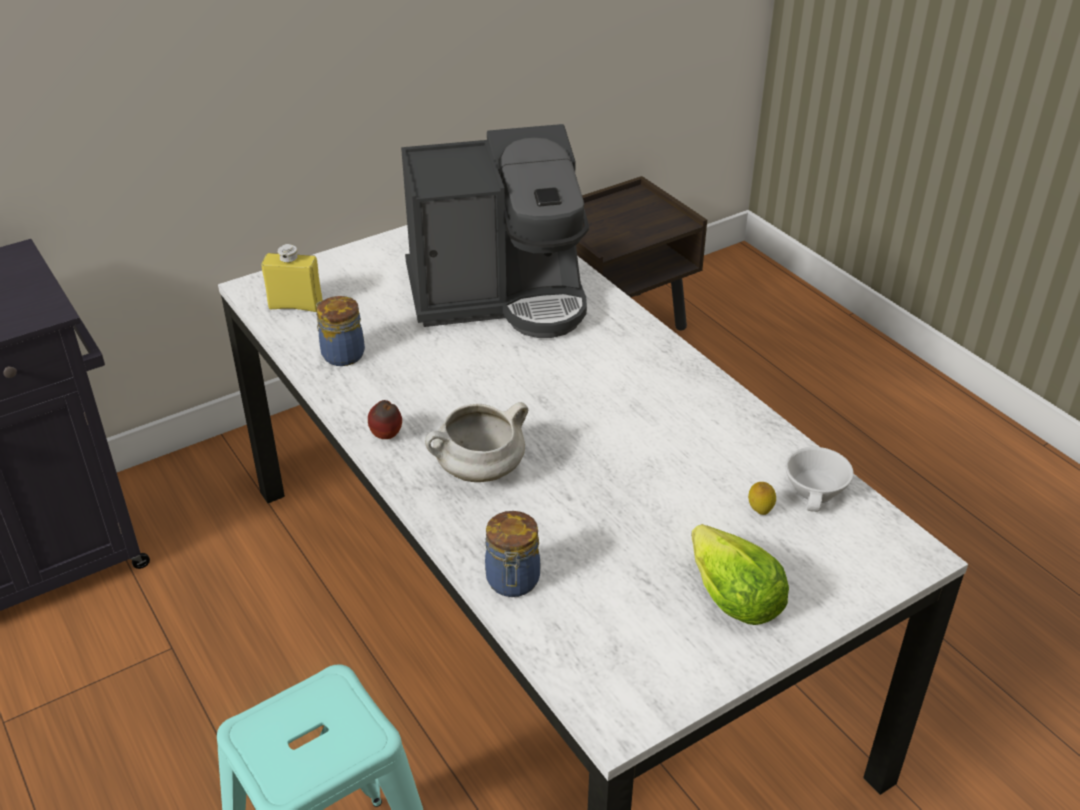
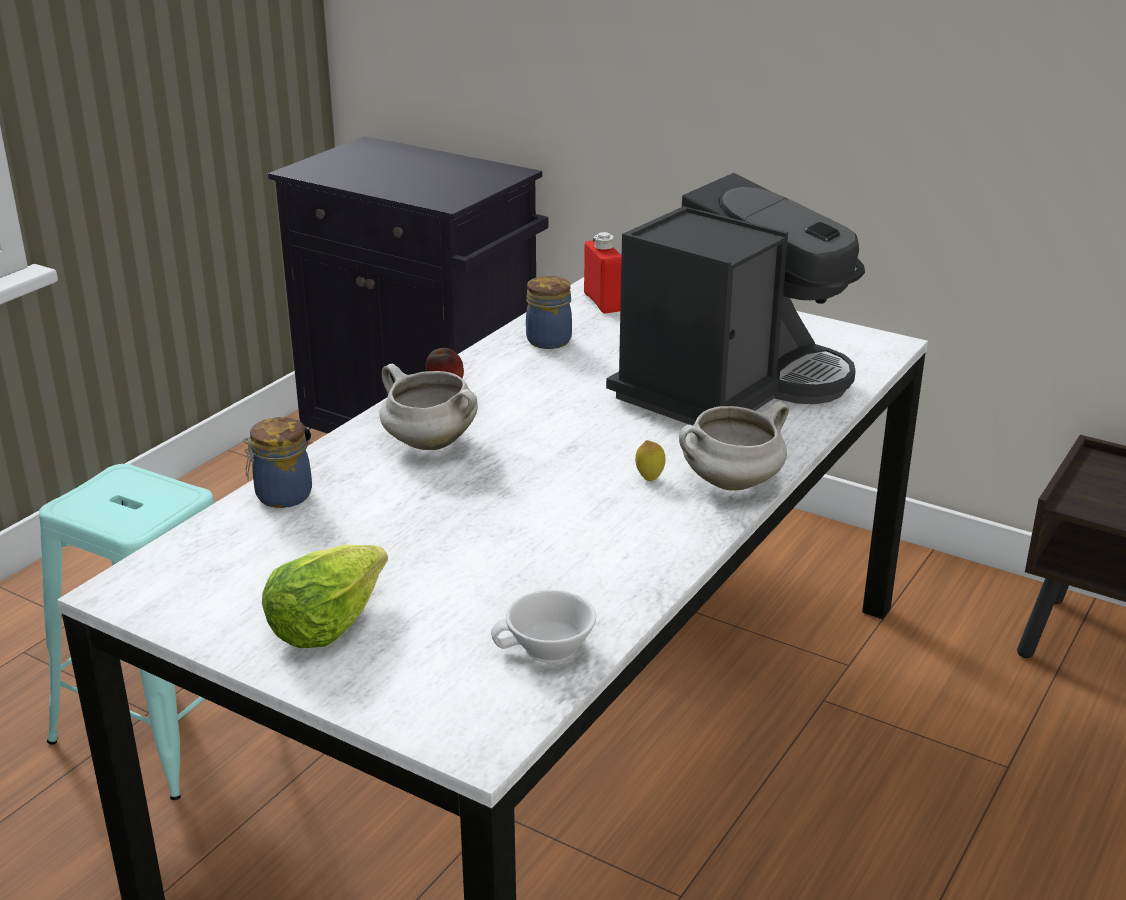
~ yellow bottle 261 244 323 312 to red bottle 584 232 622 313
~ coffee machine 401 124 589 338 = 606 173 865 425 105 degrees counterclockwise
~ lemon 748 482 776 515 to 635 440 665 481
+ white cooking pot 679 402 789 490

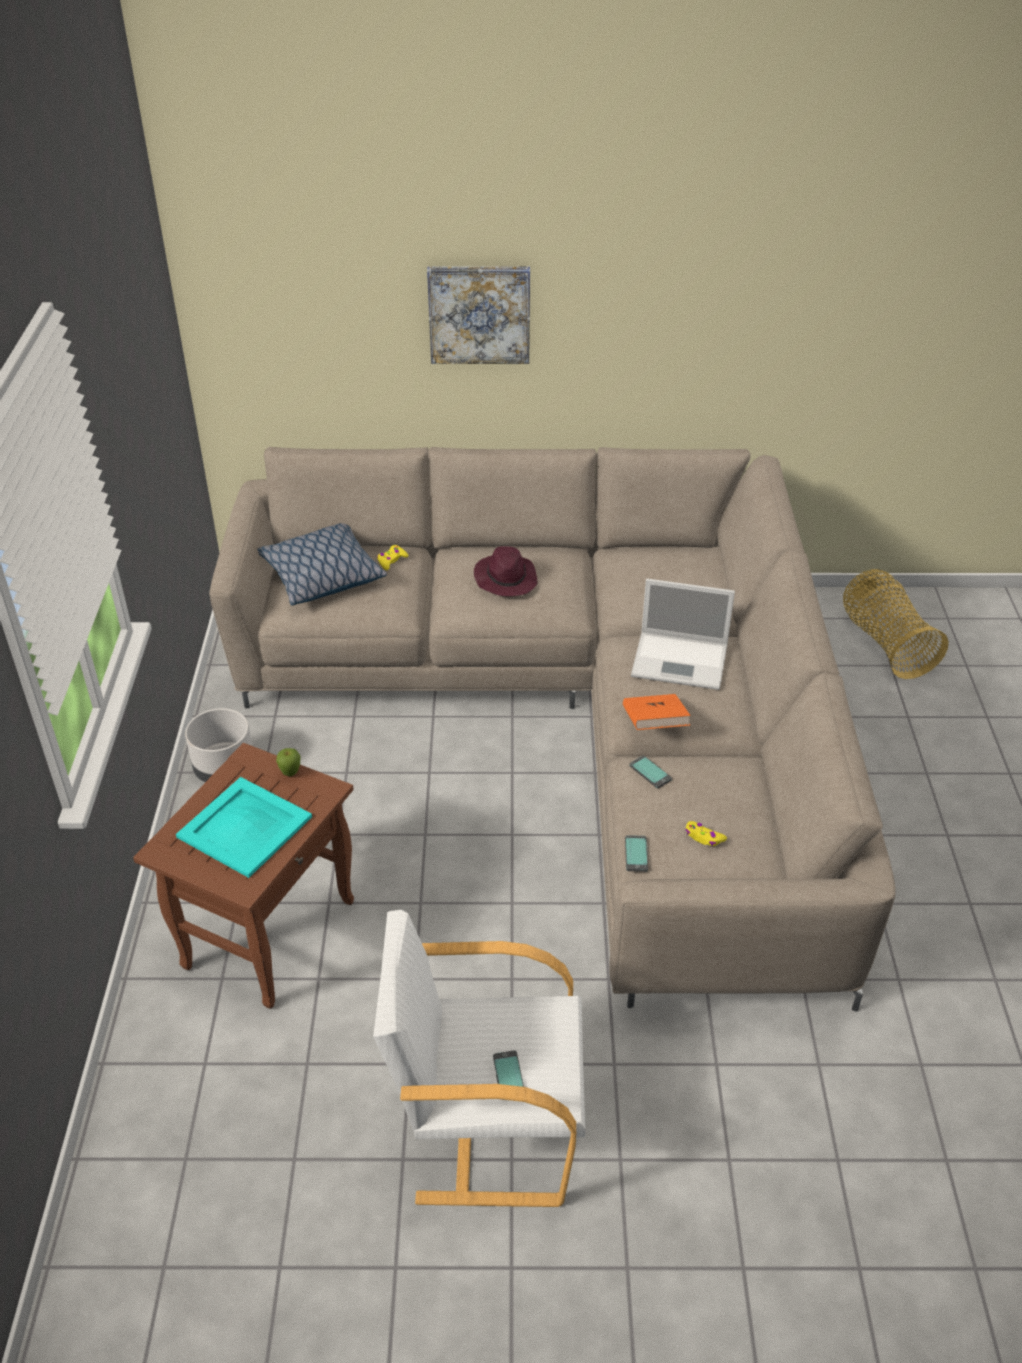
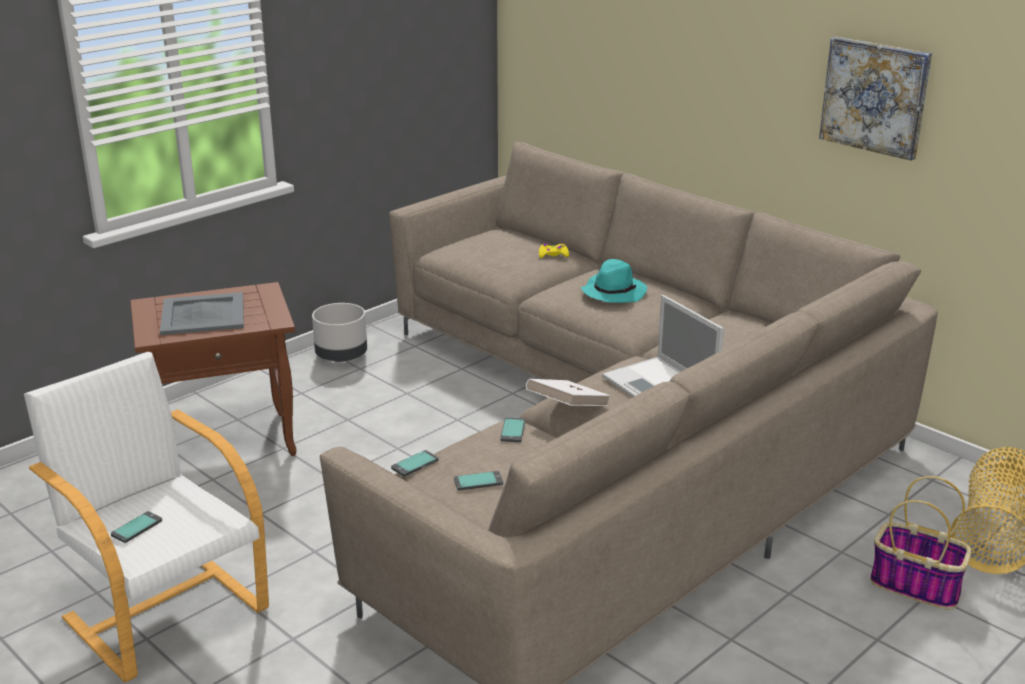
~ turquoise tray 176 777 312 878 to grey tray 160 292 244 335
~ yellow game controller 686 821 727 846 to phone 454 471 503 491
~ orange book 623 694 691 730 to white book 526 379 611 406
~ purple hat 474 546 538 597 to turquoise hat 581 259 647 303
~ picture 427 266 530 364 to 819 37 932 161
+ basket 870 476 971 610
- pillow 258 523 387 606
- apple 276 748 300 776

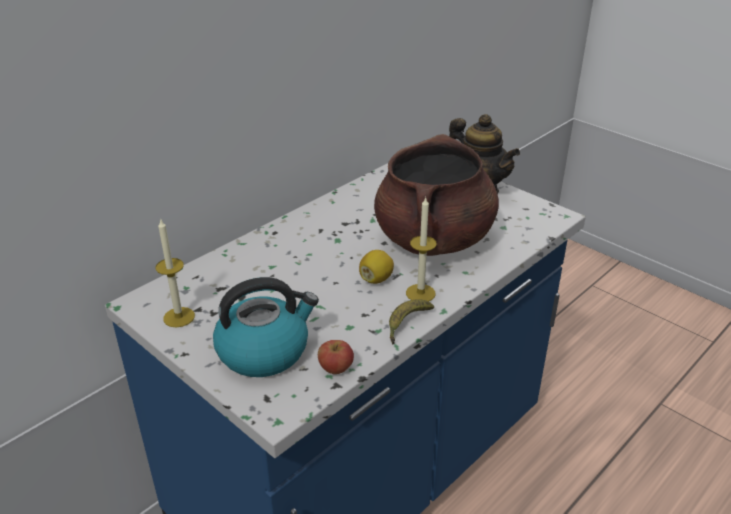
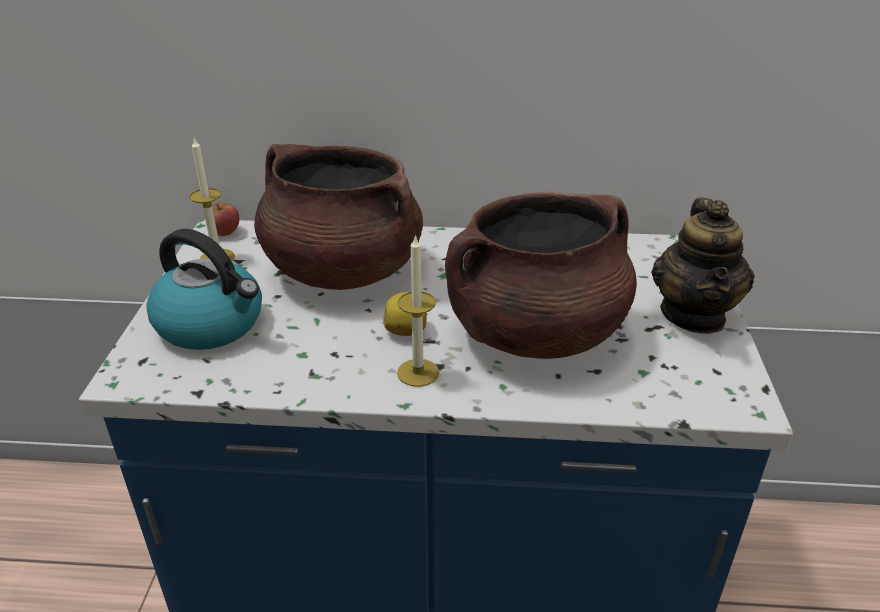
~ apple 318 340 354 374 to 212 203 239 236
+ brown cooking pot 254 144 423 290
- banana 389 299 434 344

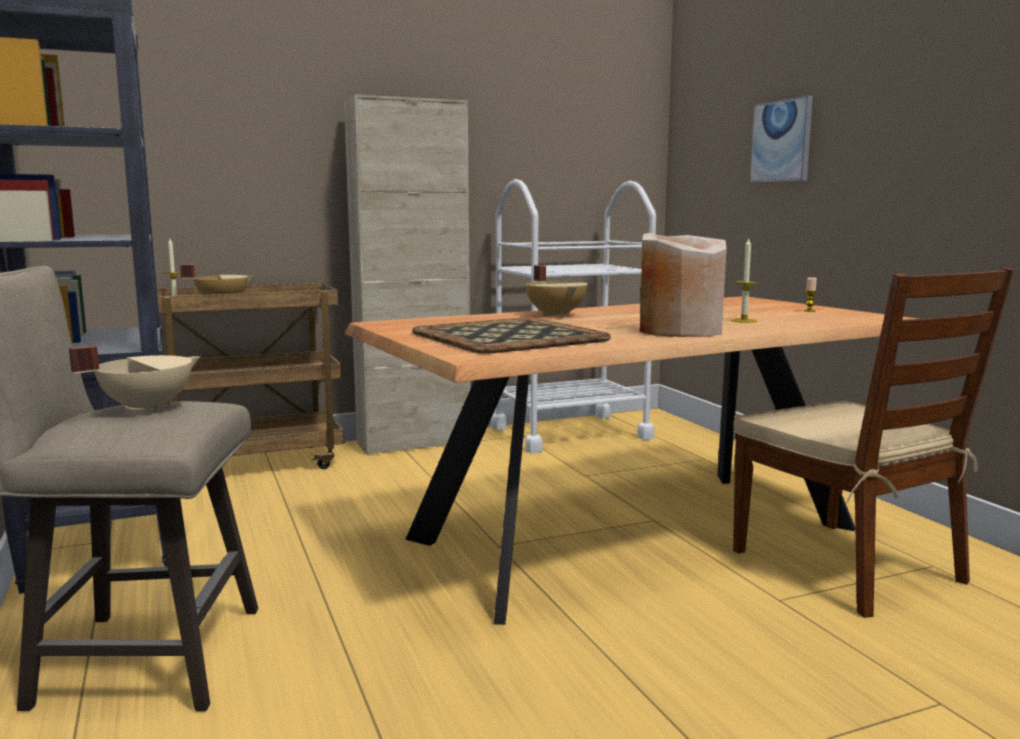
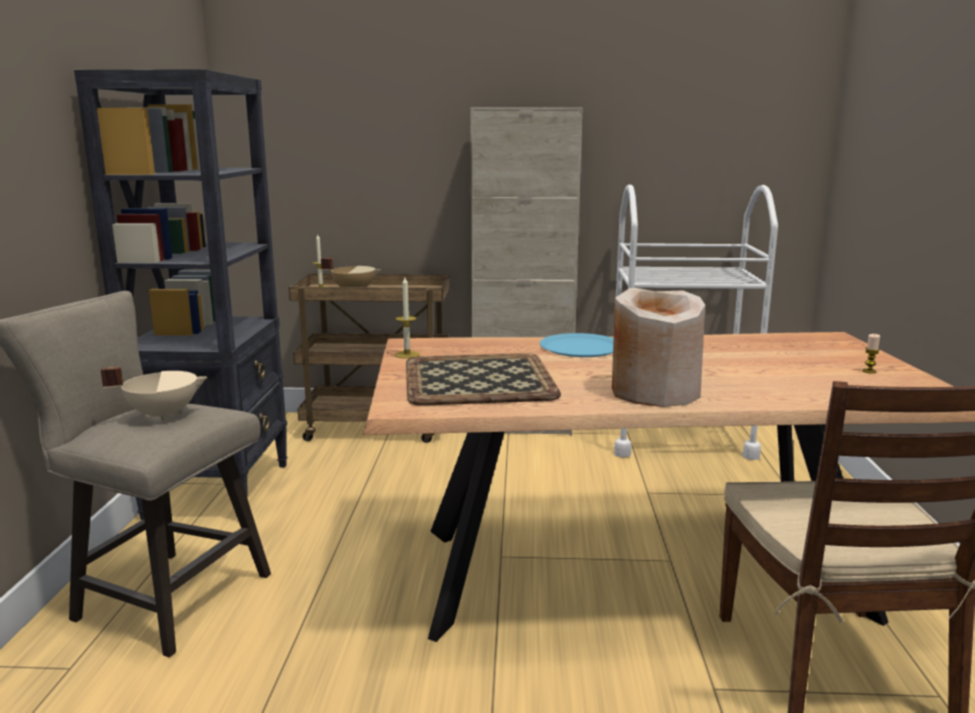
~ candle 731 239 757 323 to 395 277 420 358
~ beige cooking pot 525 265 588 317 to blue plate 539 333 614 357
- picture 750 96 813 183

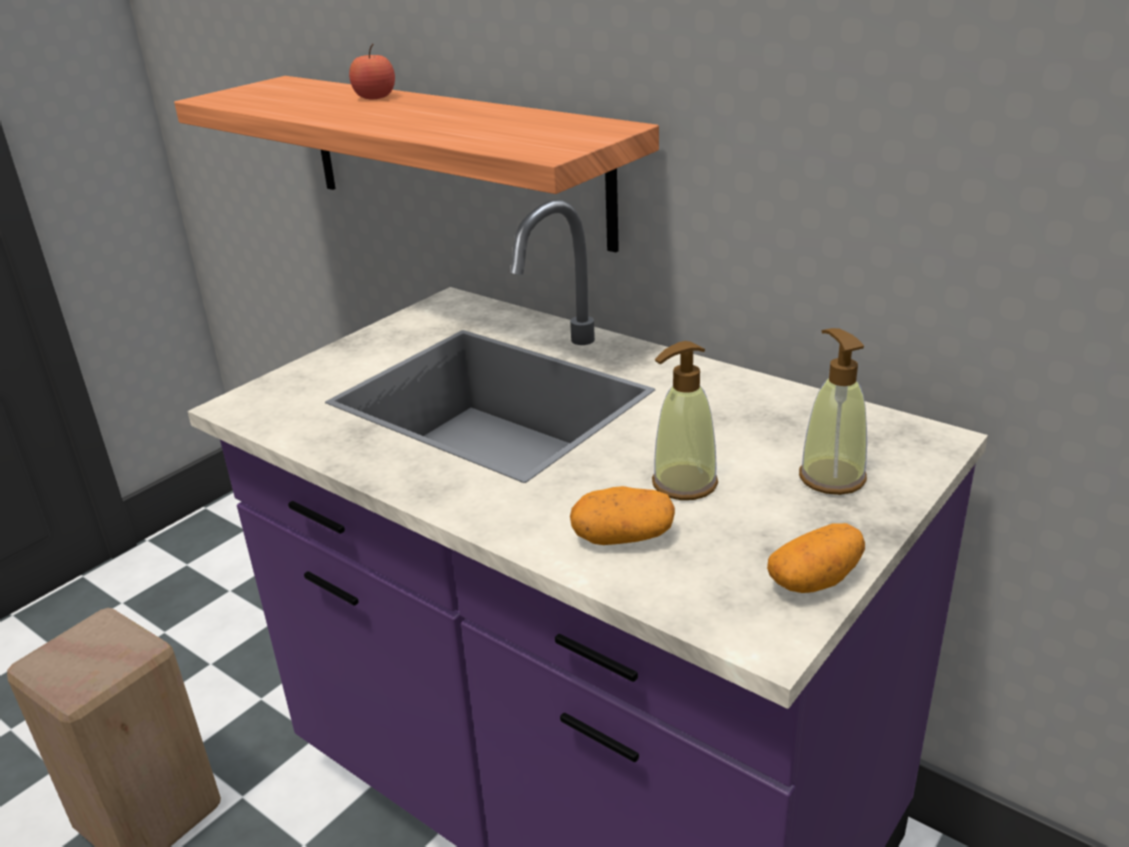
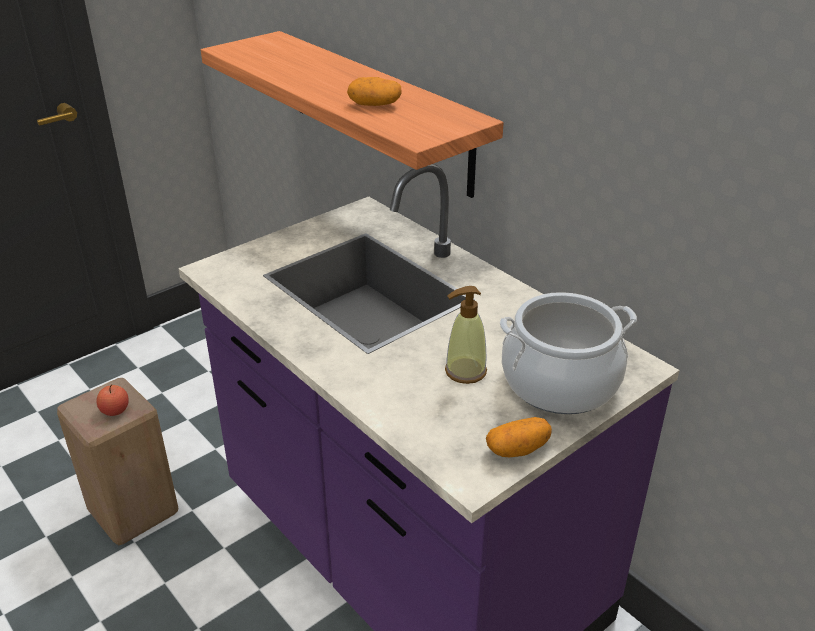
~ apple 349 44 395 100 to 96 385 129 416
~ potato 570 486 675 545 to 347 77 402 106
~ soap dispenser 799 328 867 495 to cooking pot 500 292 637 414

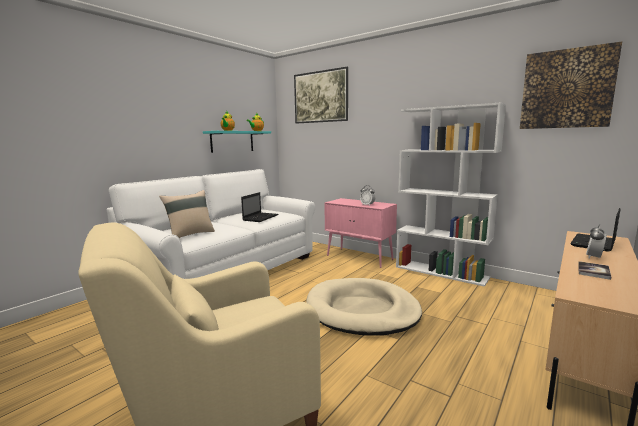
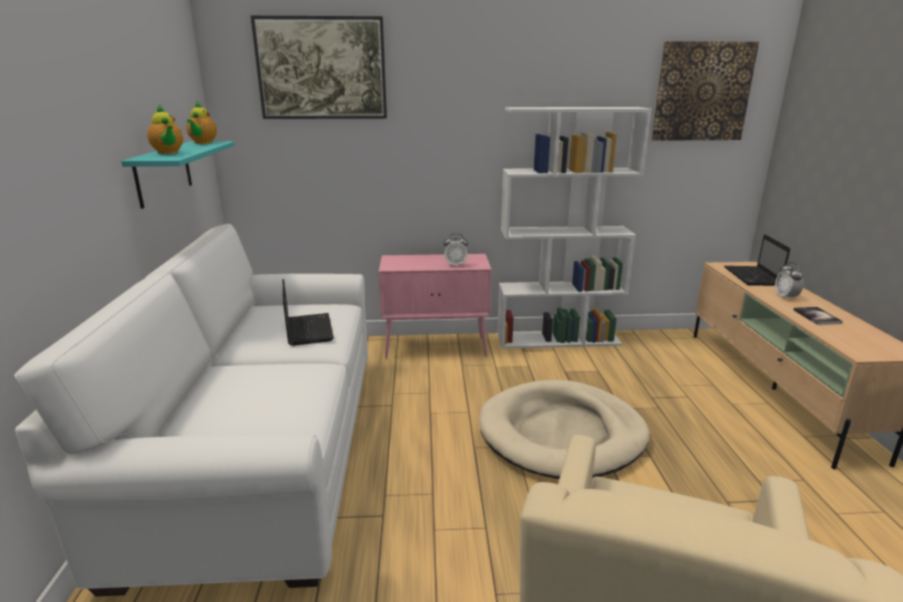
- beige pillow 159 190 215 238

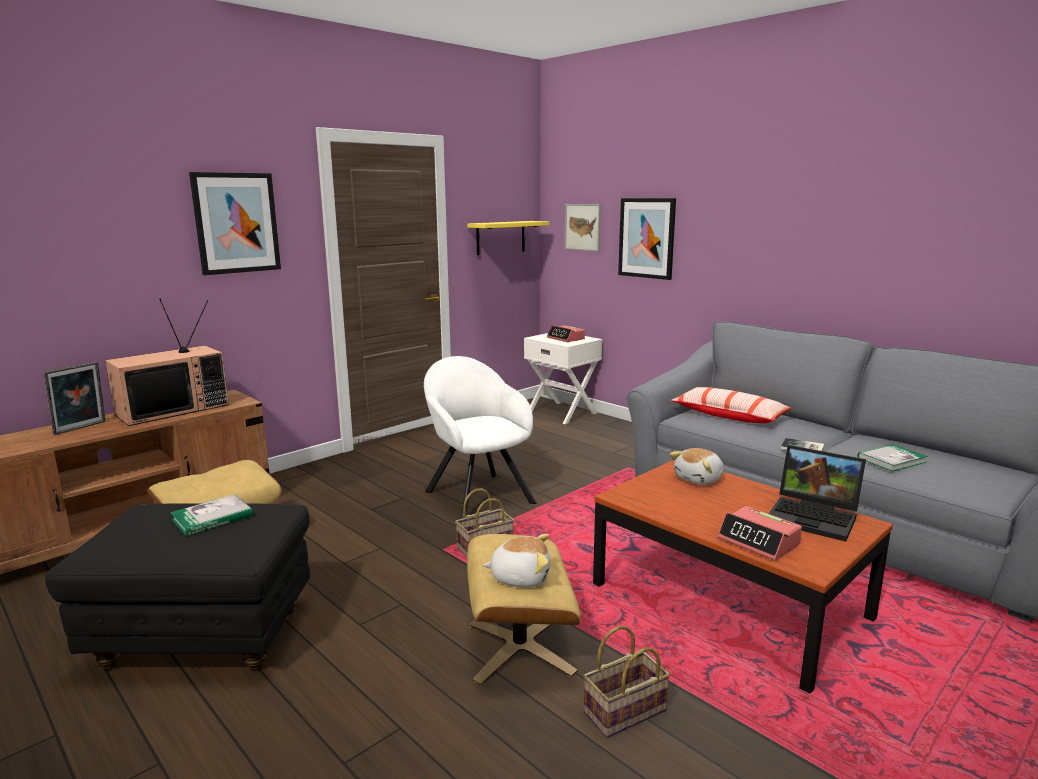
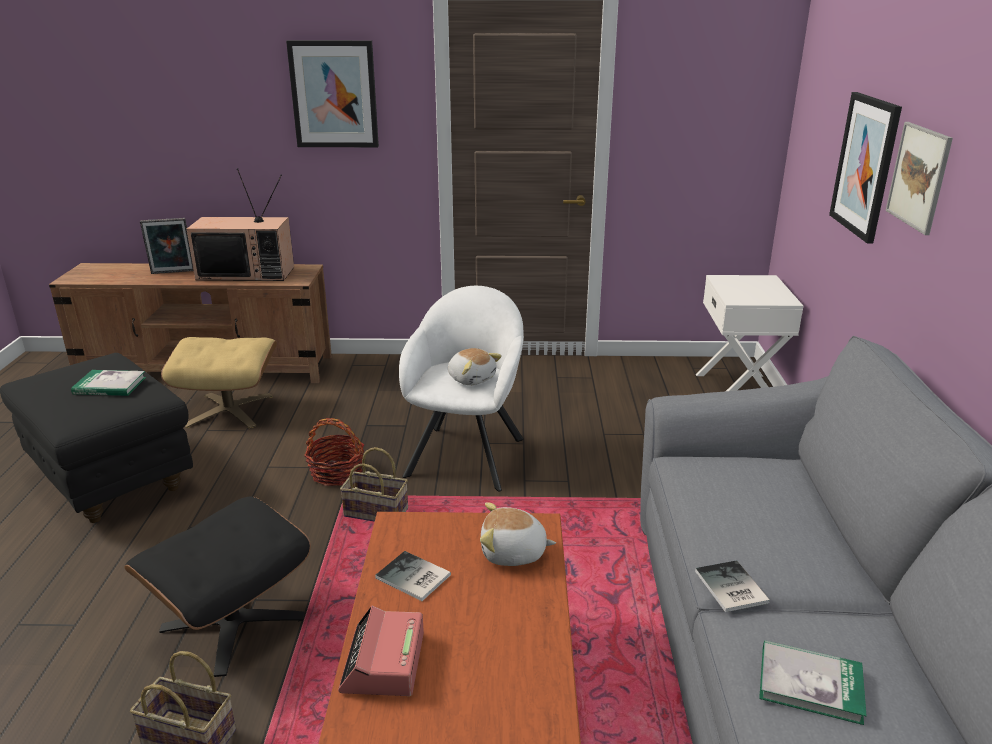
~ beige ottoman 467 534 581 685 to black ottoman 124 497 311 677
+ basket 304 418 364 486
+ book 375 551 451 601
~ plush toy 483 534 550 587 to 448 348 502 385
~ picture 565 204 601 251 to 886 122 953 235
- yellow shelf 467 221 549 255
- alarm clock 547 325 585 342
- pillow 671 387 791 423
- laptop 769 445 866 542

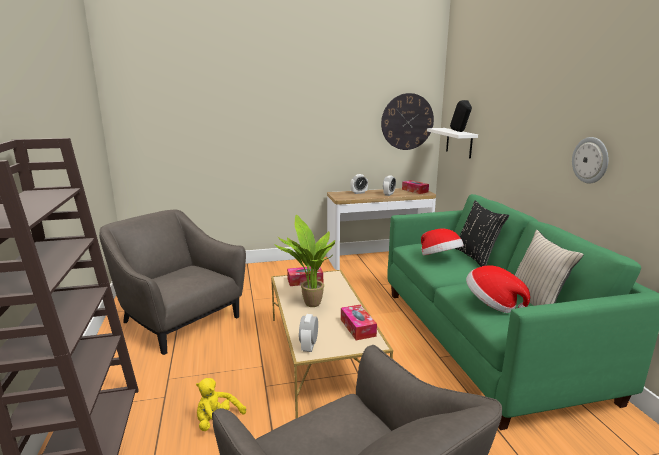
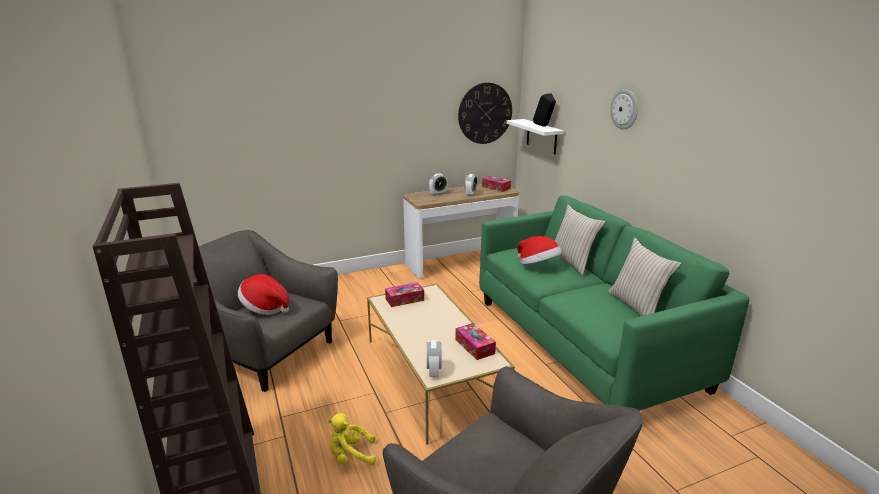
~ hat 466 265 530 313 to 238 274 289 315
~ black pillow 455 201 509 267 to beige pillow 555 204 606 276
~ wall clock 572 137 608 183 to 610 89 638 130
- potted plant 274 215 335 307

